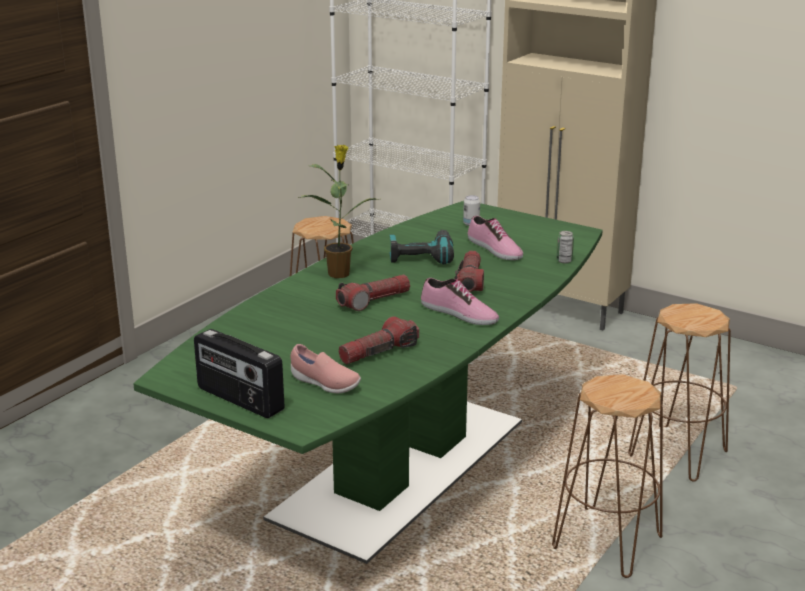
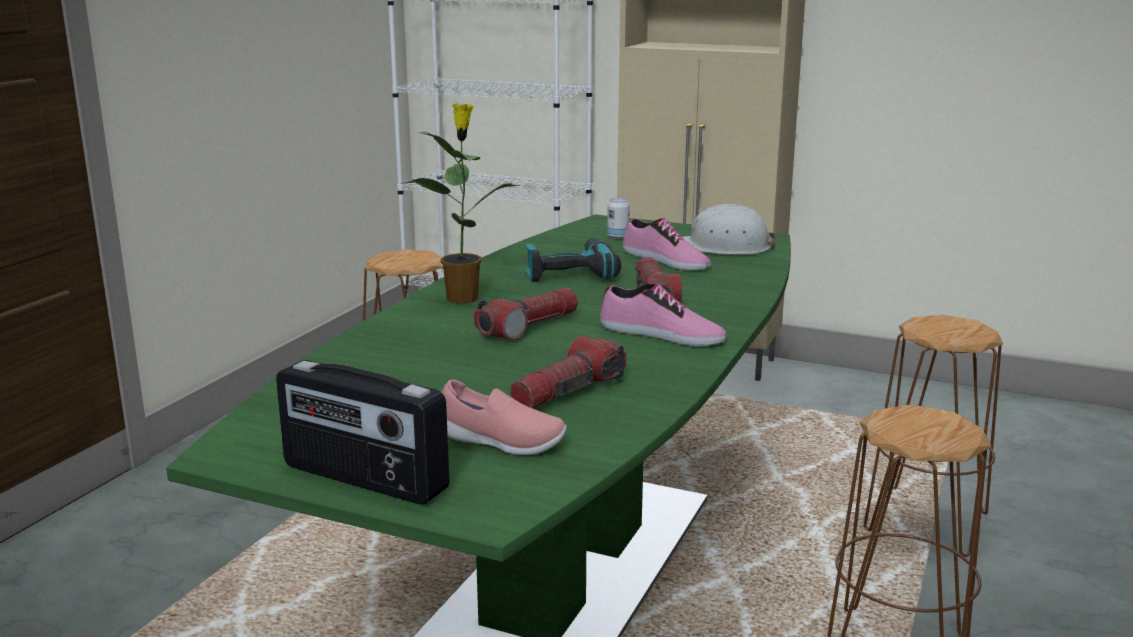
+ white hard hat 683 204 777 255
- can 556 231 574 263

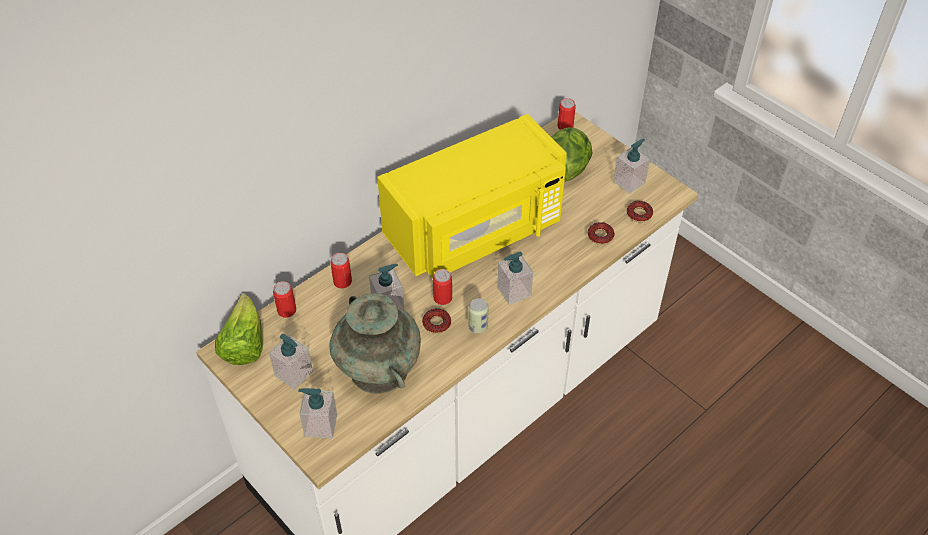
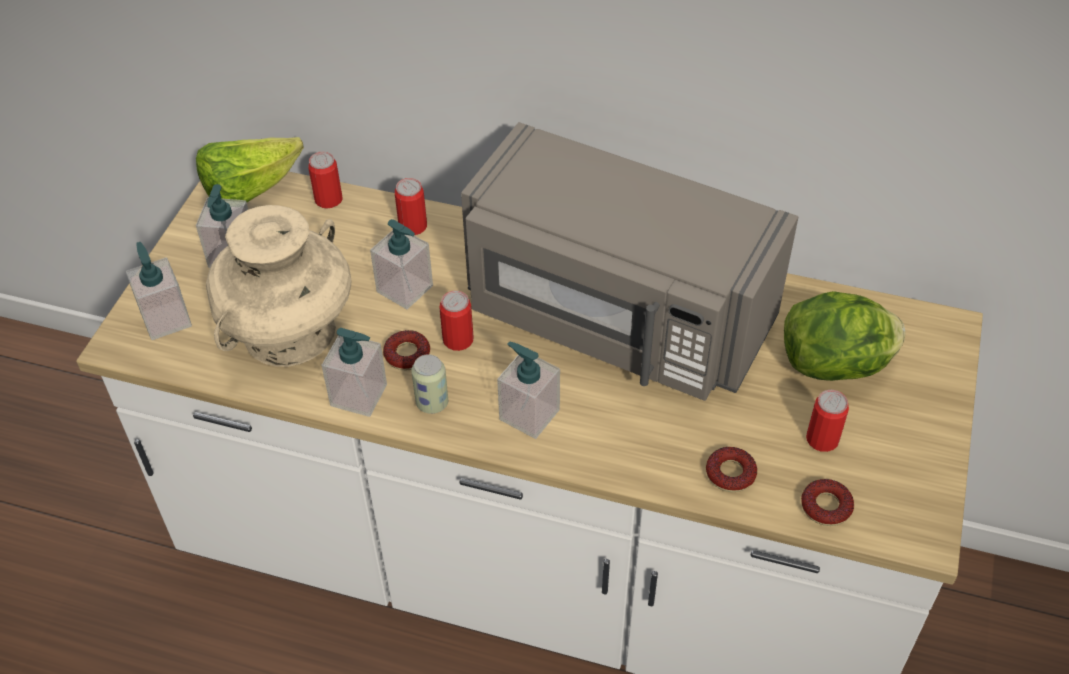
~ turquoise vase 329 293 421 394 to beige vase 206 205 351 367
~ soap dispenser 613 139 650 194 to 322 328 387 417
~ yellow microwave 377 114 567 278 to grey microwave 461 122 798 401
~ can 557 98 576 130 to 806 390 849 452

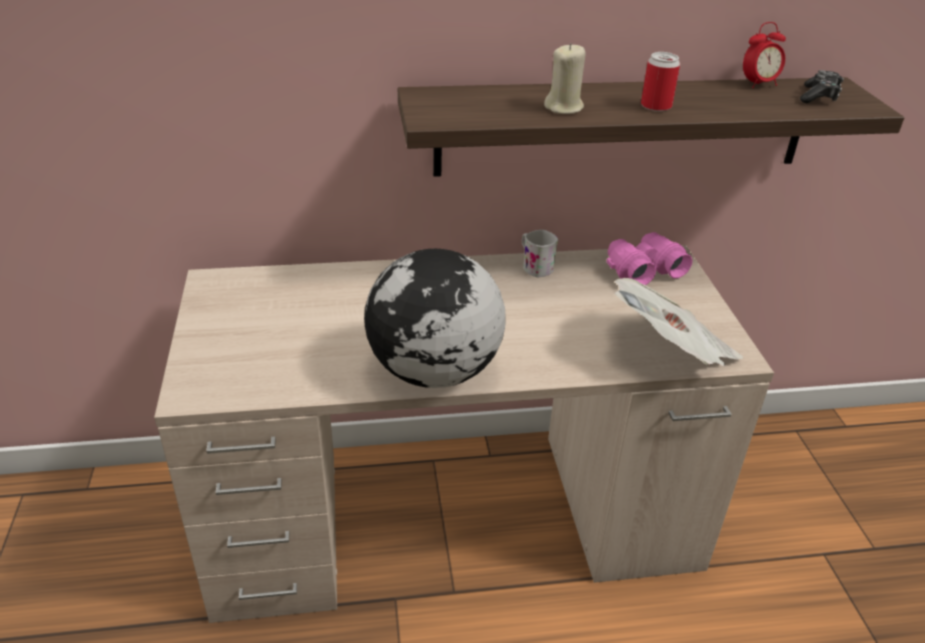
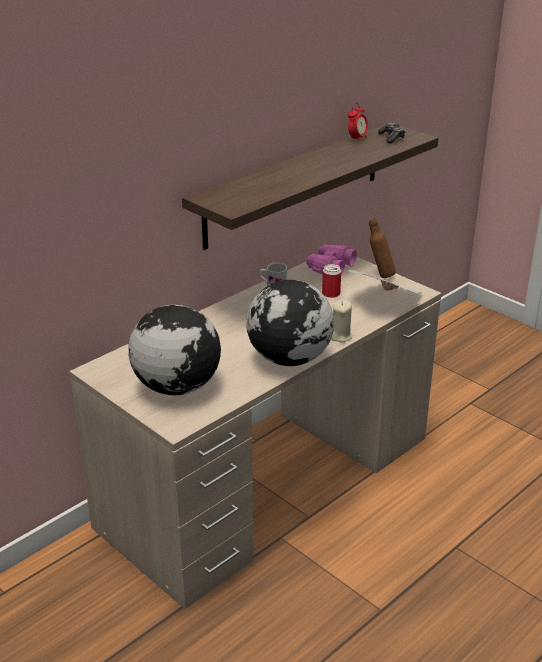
+ globe 128 305 221 395
~ can 641 52 680 112 to 322 264 341 298
~ beige candle 544 43 586 114 to 331 300 353 342
+ brown bottle 369 218 395 278

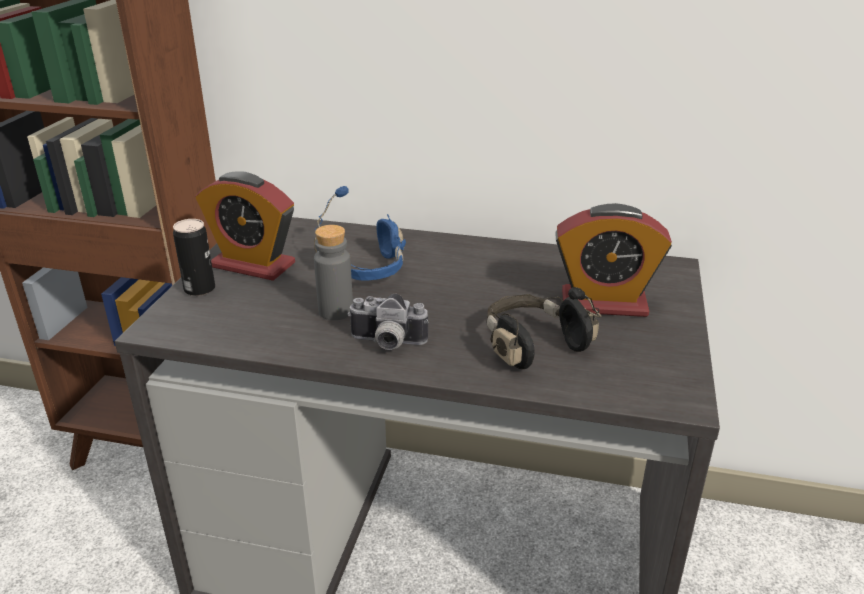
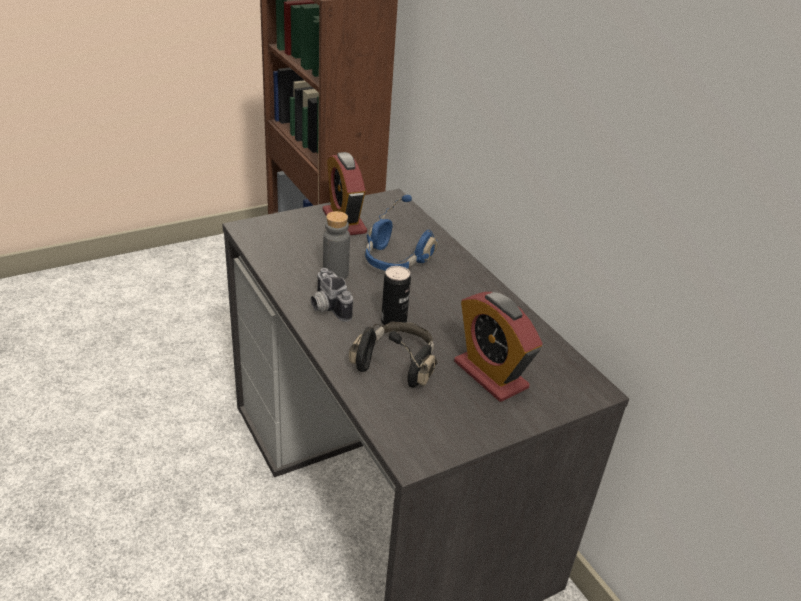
~ can 173 219 215 296 to 381 266 411 325

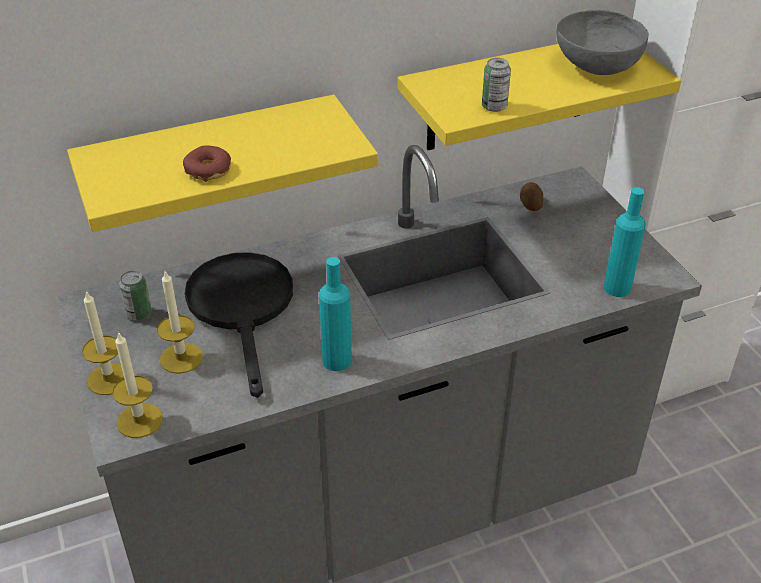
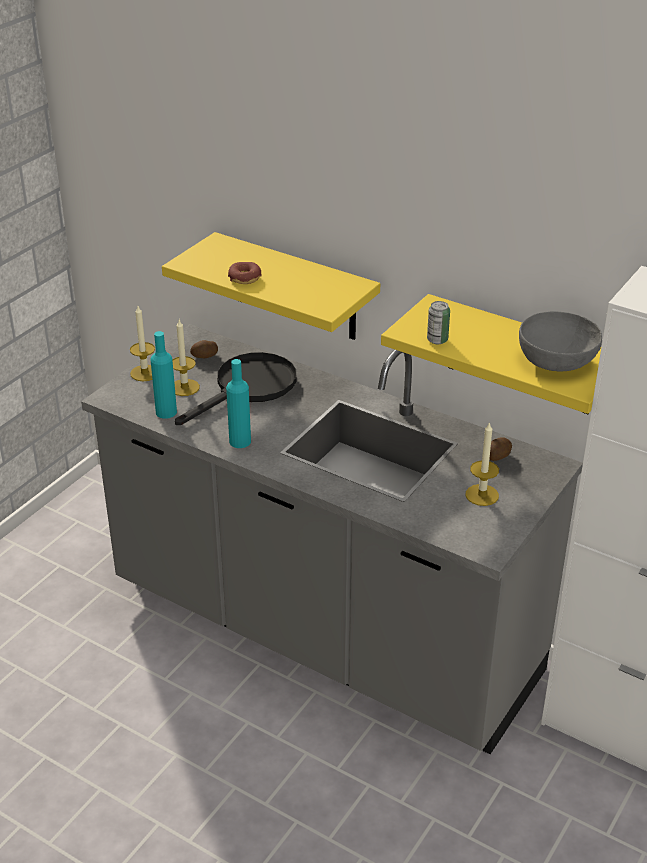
~ turquoise bottle 604 187 646 297 to 150 331 177 419
~ can 119 271 152 320 to potato 190 340 218 358
~ candle 112 331 163 438 to 466 422 499 506

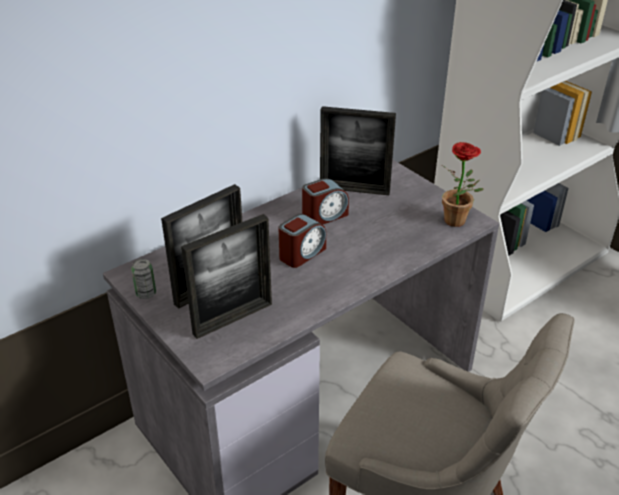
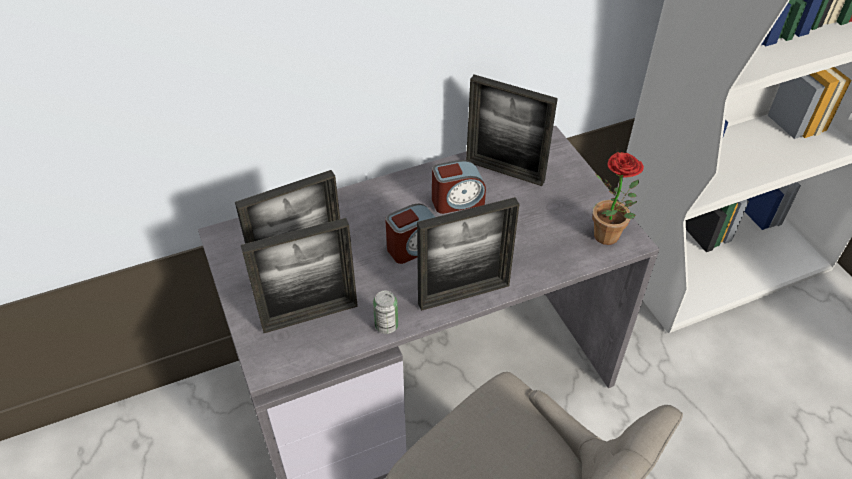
~ can 131 259 156 299 to 373 291 398 334
+ picture frame 417 197 519 311

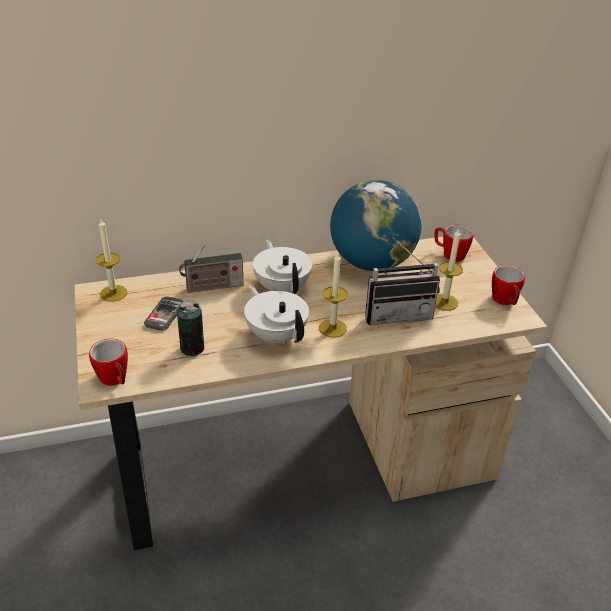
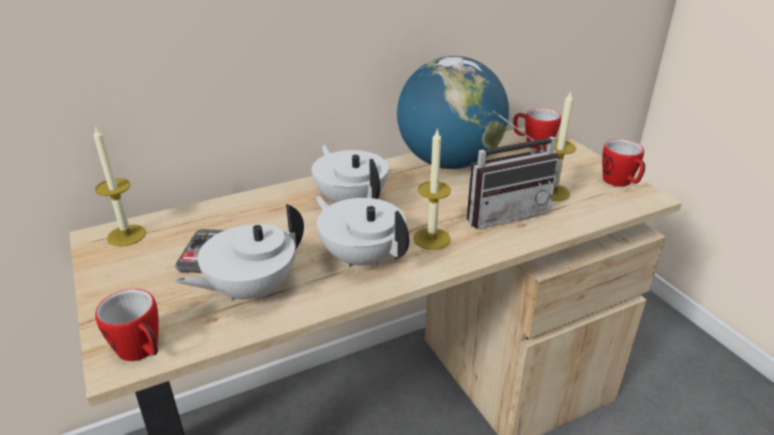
~ can 177 301 204 356 to white teapot 175 204 304 301
- radio 179 244 244 293

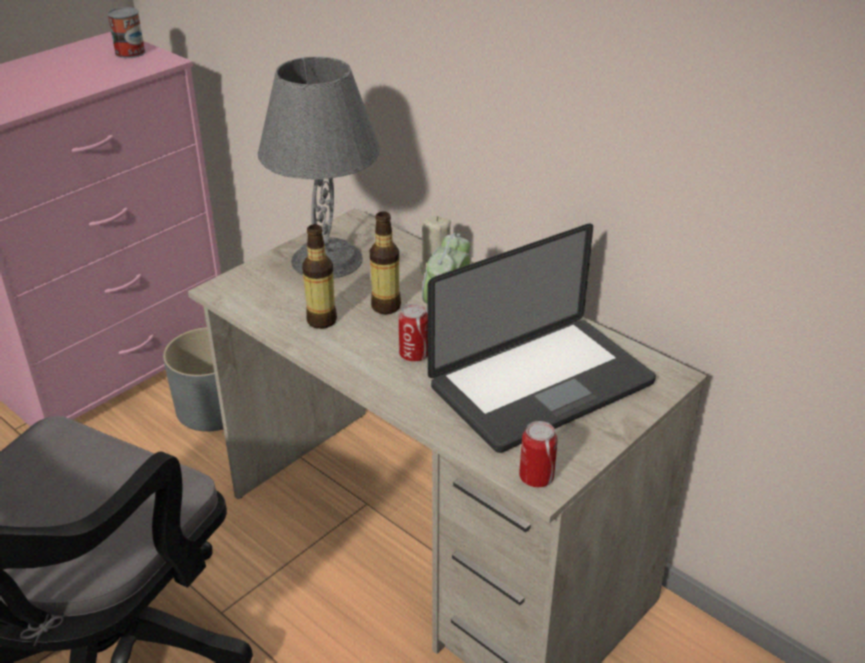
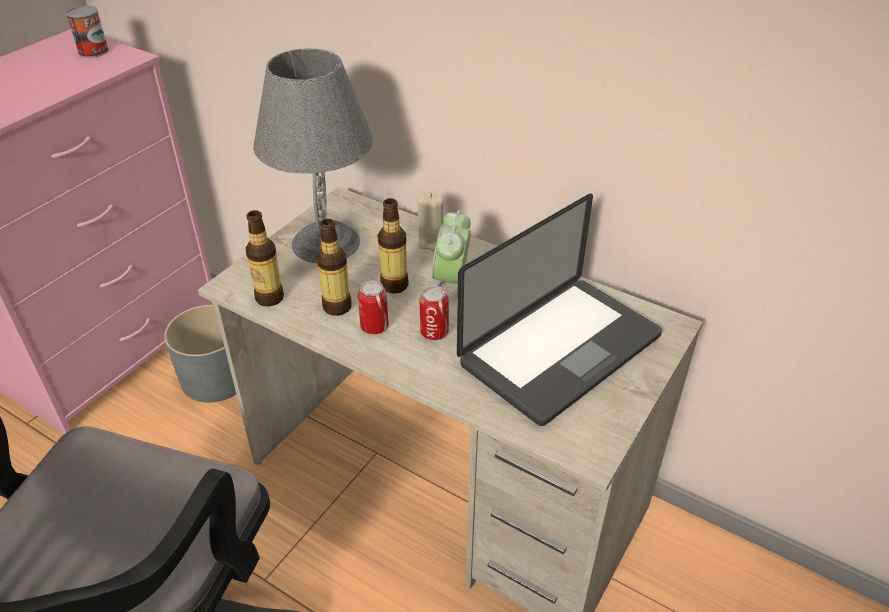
+ bottle 246 210 284 307
~ can 519 421 558 487 to 358 280 389 334

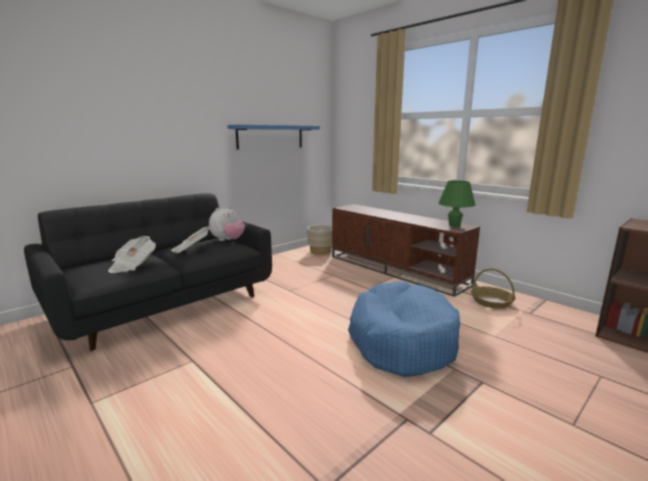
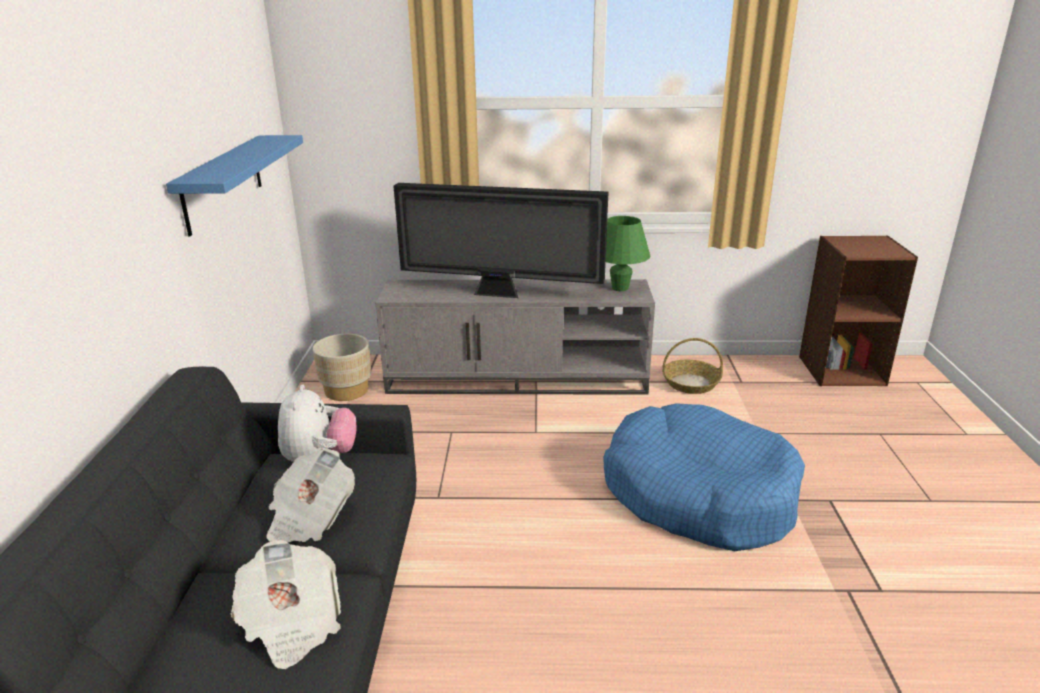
~ brown tv stand 332 204 480 297 to grey tv stand 376 279 655 395
+ television 393 183 608 298

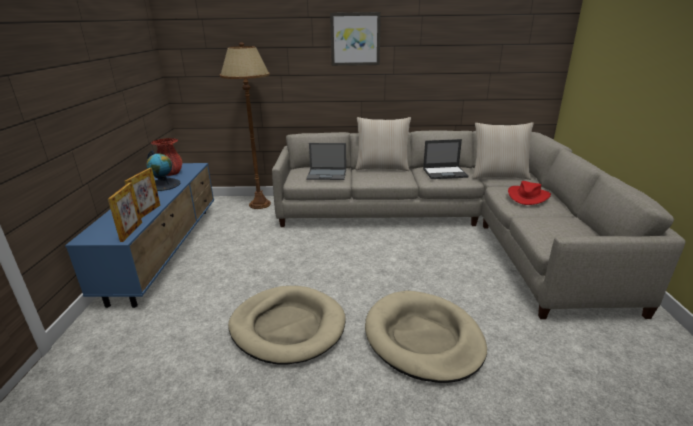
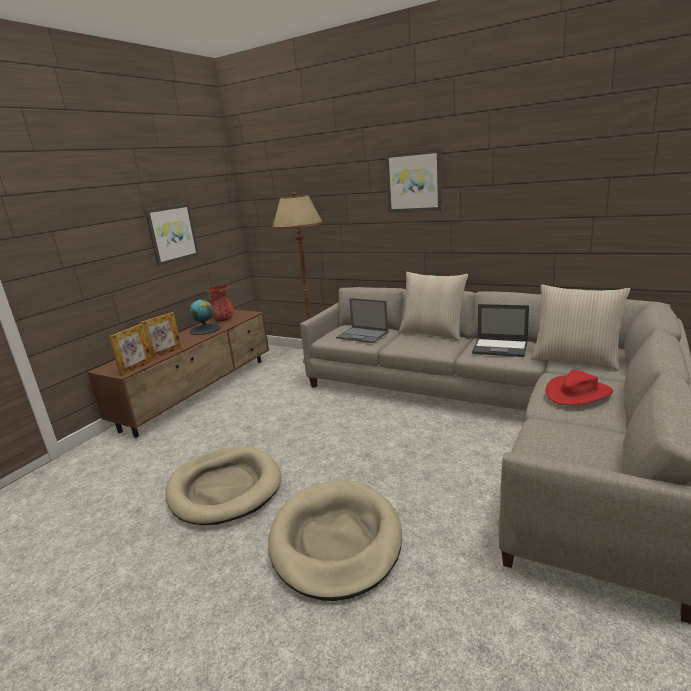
~ blue tv stand 65 163 214 308 to brown tv stand 87 310 269 438
+ picture 145 203 199 266

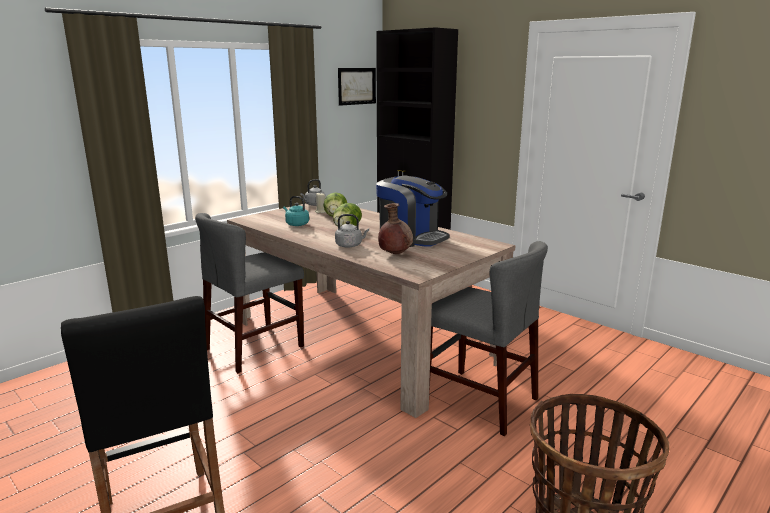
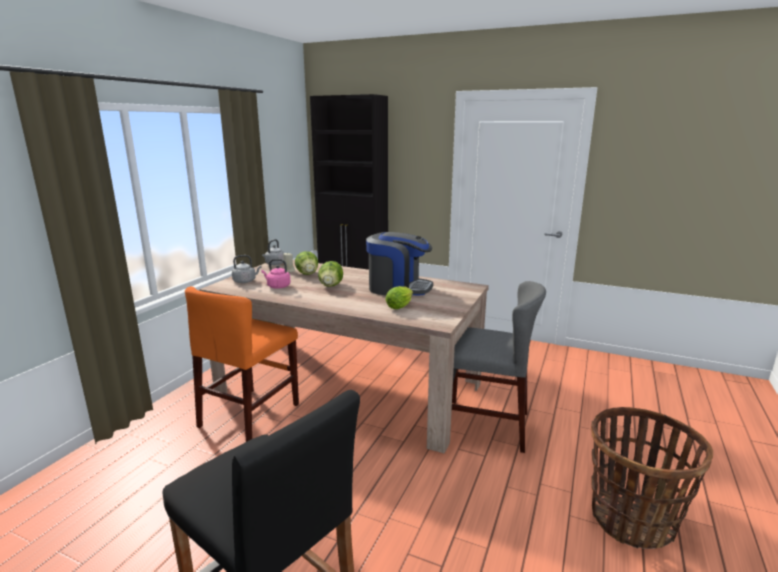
~ grey chair 195 213 304 373 to orange chair 185 286 299 442
~ grey kettle 335 214 369 248 to 232 255 261 283
~ turquoise kettle 283 196 309 226 to pink kettle 262 259 291 289
~ brown vase 378 203 413 254 to lettuce 385 286 413 309
- picture 338 68 376 106

